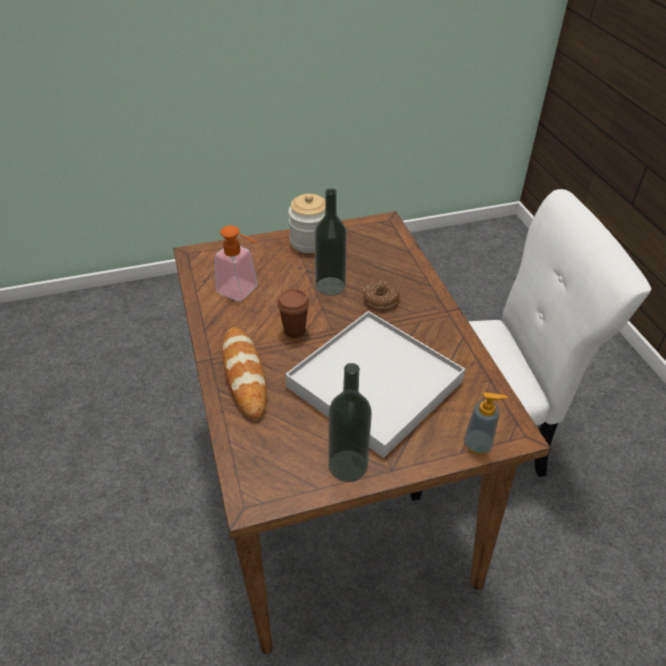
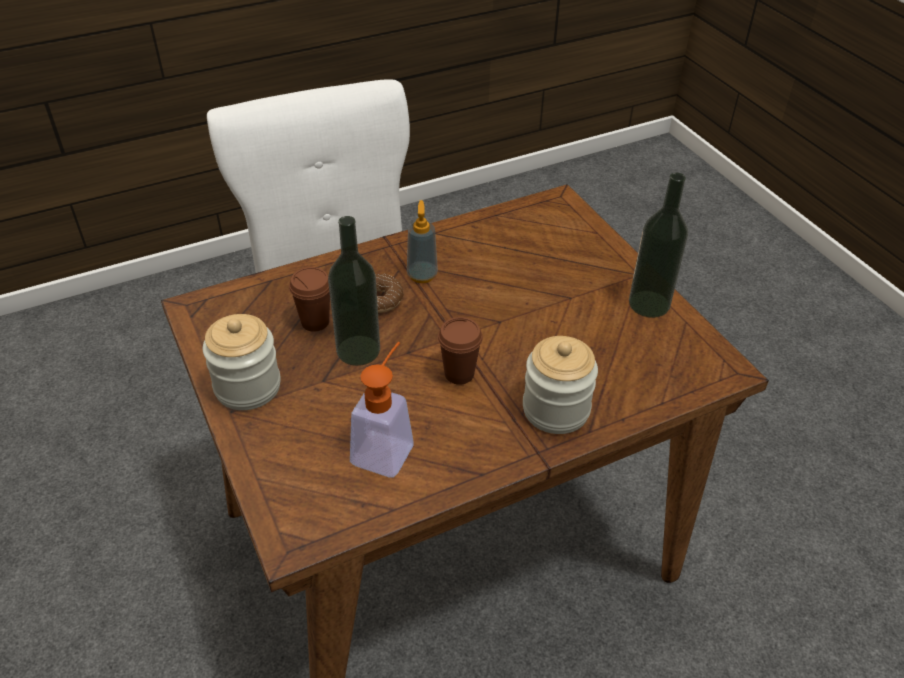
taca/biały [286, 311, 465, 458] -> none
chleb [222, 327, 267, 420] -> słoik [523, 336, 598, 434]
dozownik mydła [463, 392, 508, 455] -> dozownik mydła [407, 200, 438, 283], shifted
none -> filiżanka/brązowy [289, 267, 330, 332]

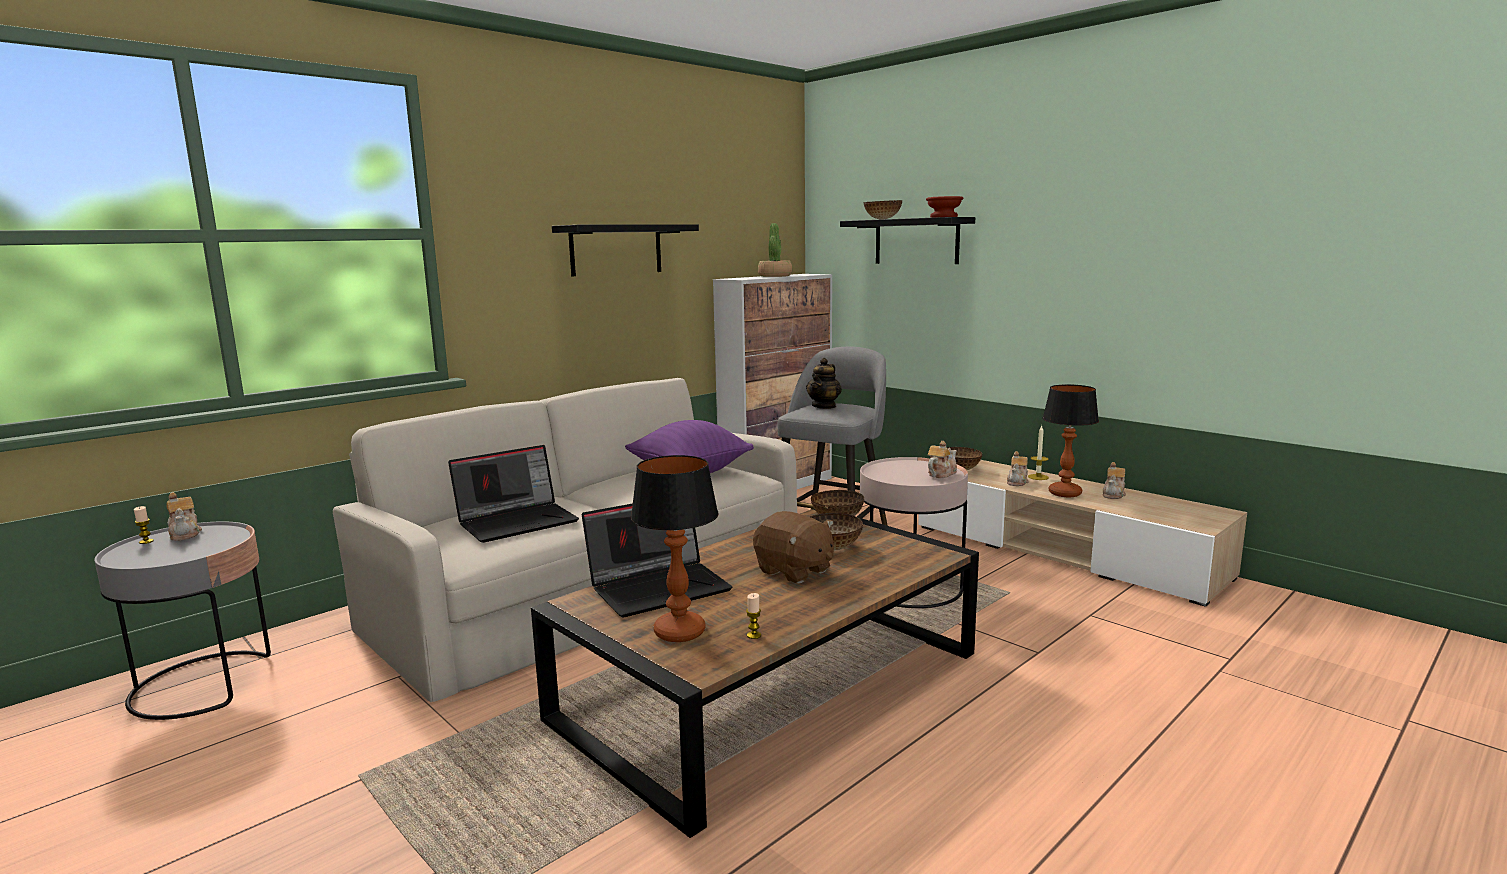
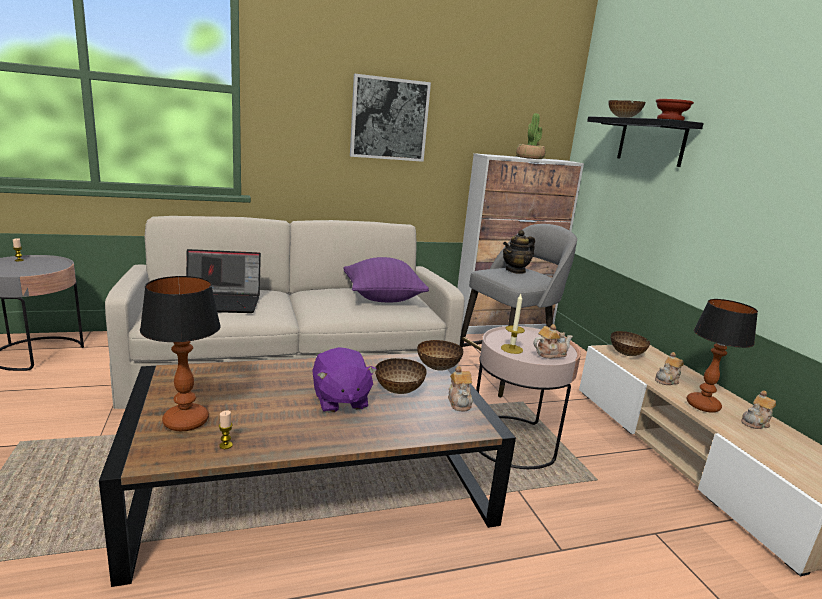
półka/czarny [552, 224, 699, 276] -> obraz [350, 74, 431, 162]
świeca [1028, 426, 1049, 480] -> świeca [501, 294, 525, 354], shifted
imbryk [166, 492, 202, 541] -> imbryk [448, 366, 473, 411], shifted
laptop [582, 504, 732, 618] -> none
pluszak/brązowy [753, 511, 834, 583] -> pluszak/fioletowy [312, 347, 377, 413]

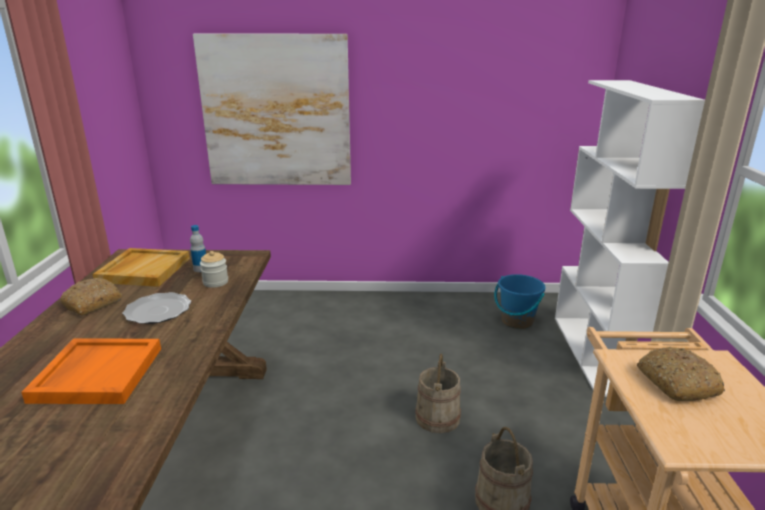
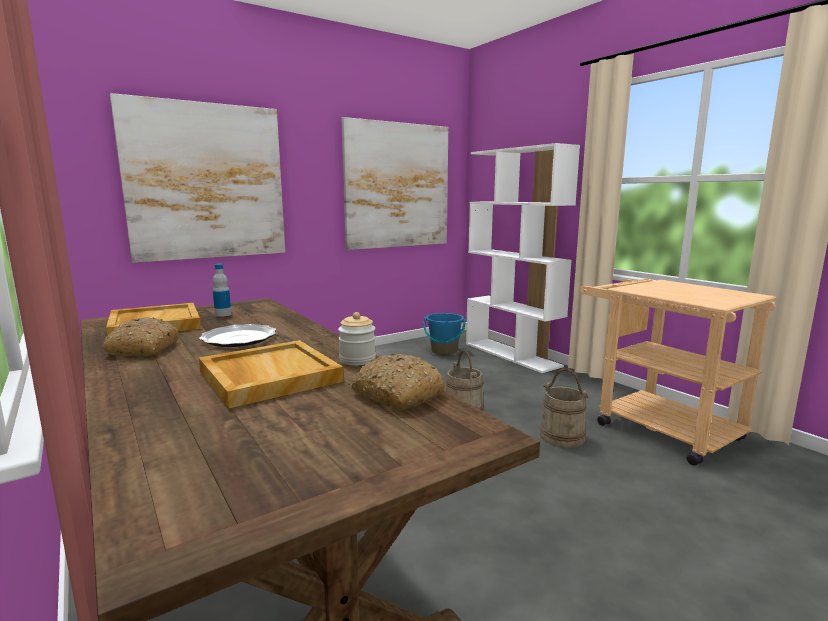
słoik [200, 251, 228, 288] -> słoik [338, 312, 376, 366], shifted
taca/pomarańczowy [21, 339, 161, 404] -> taca/beżowy [199, 340, 344, 408]
chleb [637, 347, 725, 401] -> chleb [351, 353, 446, 410], shifted
none -> obraz [341, 117, 448, 250]

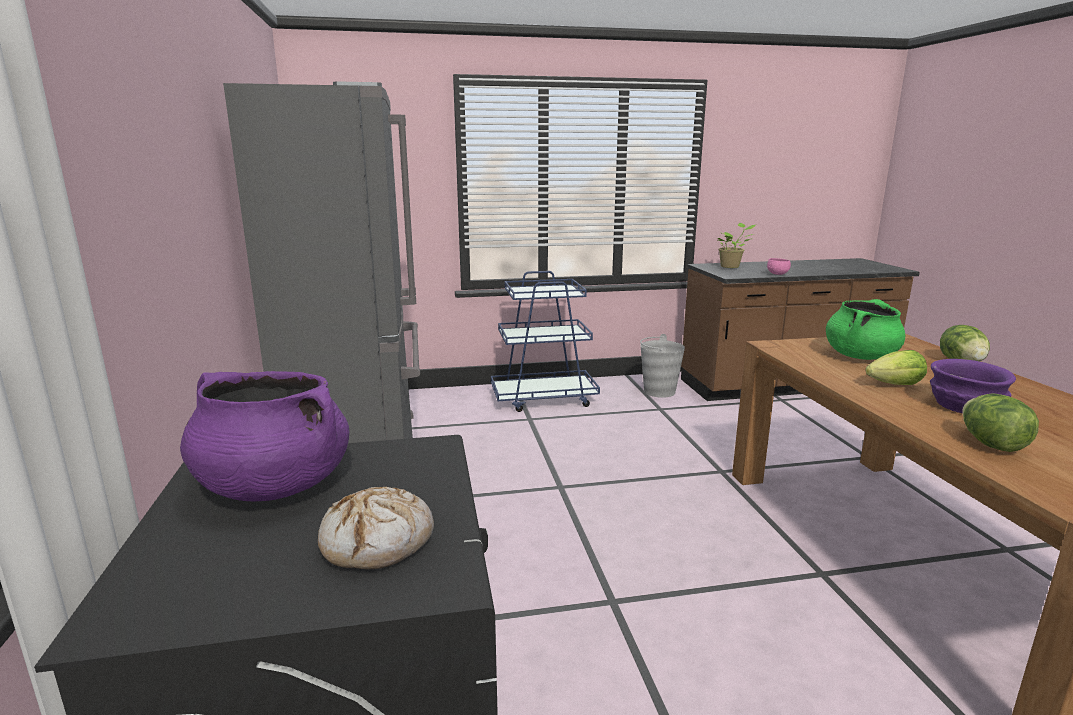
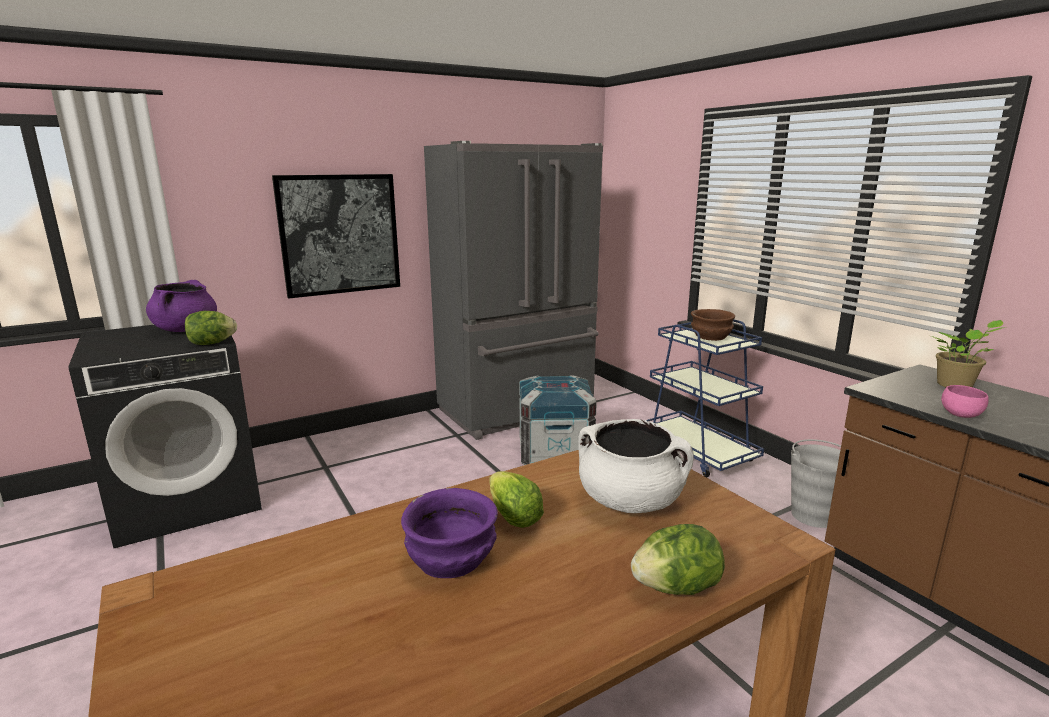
garnek/zielony [826, 299, 905, 360] -> garnek/biały [578, 419, 694, 513]
sałata [962, 393, 1039, 452] -> sałata [185, 311, 237, 345], shifted
chleb [318, 487, 434, 569] -> none
none -> obraz [272, 174, 400, 298]
none -> miska/brązowy [691, 309, 735, 341]
none -> skrzynka [519, 375, 597, 465]

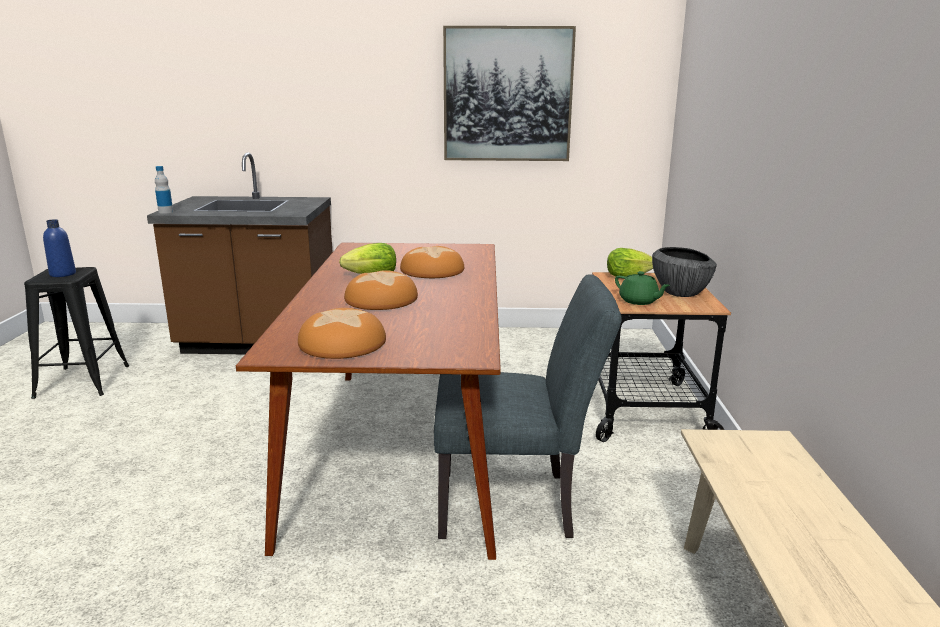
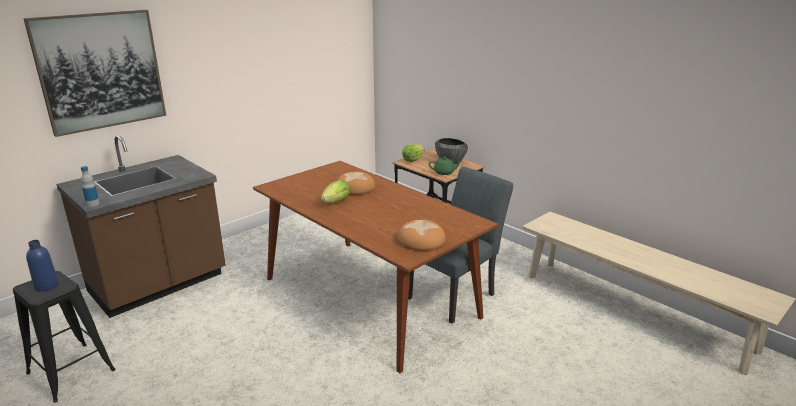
obraz [443, 26, 576, 161] -> obraz [23, 10, 166, 137], shifted
chleb [344, 270, 418, 310] -> none

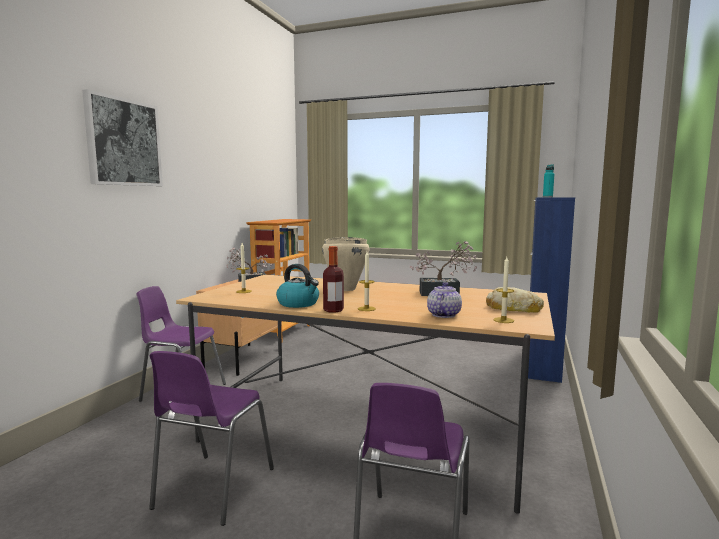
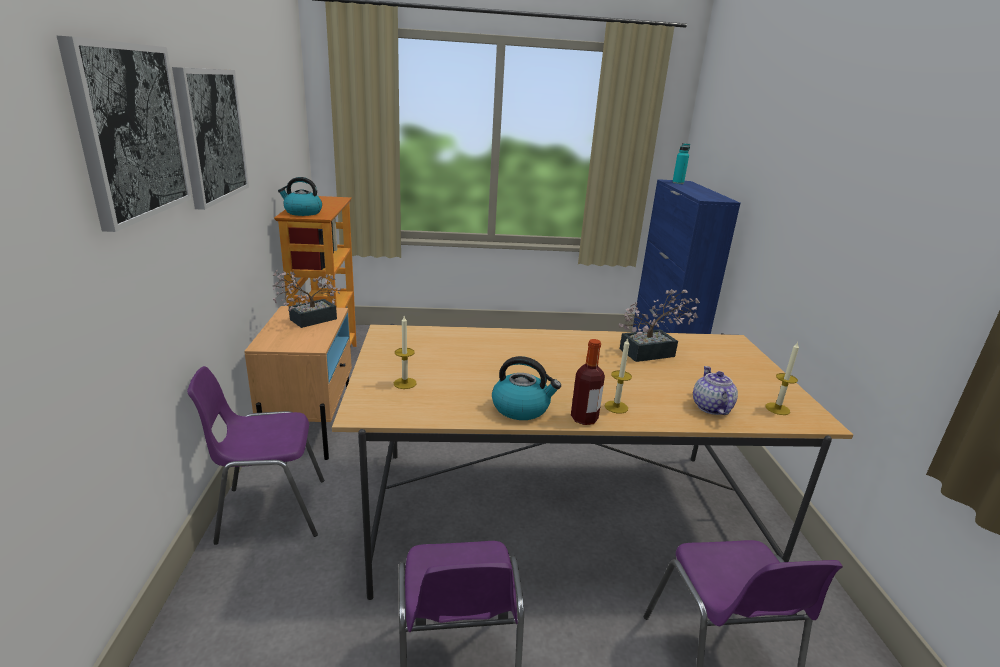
garnek/beżowy [322, 237, 369, 291] -> none
chleb [486, 287, 544, 313] -> none
none -> obraz [172, 67, 249, 210]
none -> czajnik [278, 177, 322, 216]

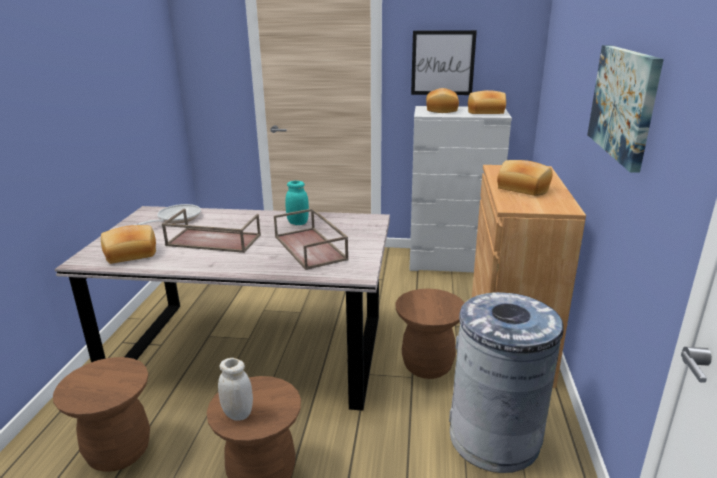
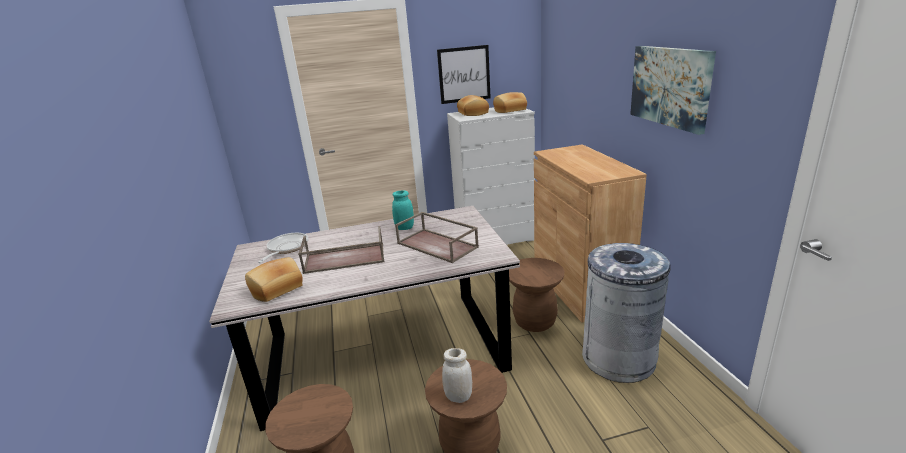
chleb [497, 160, 553, 196] -> none

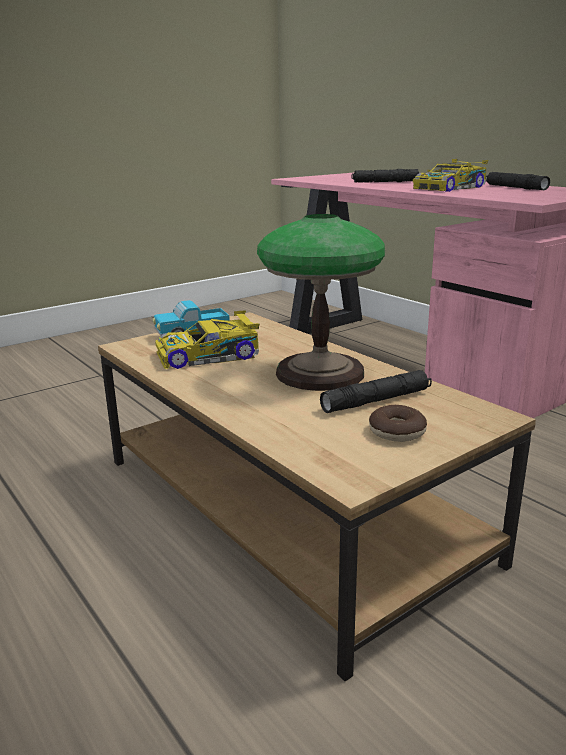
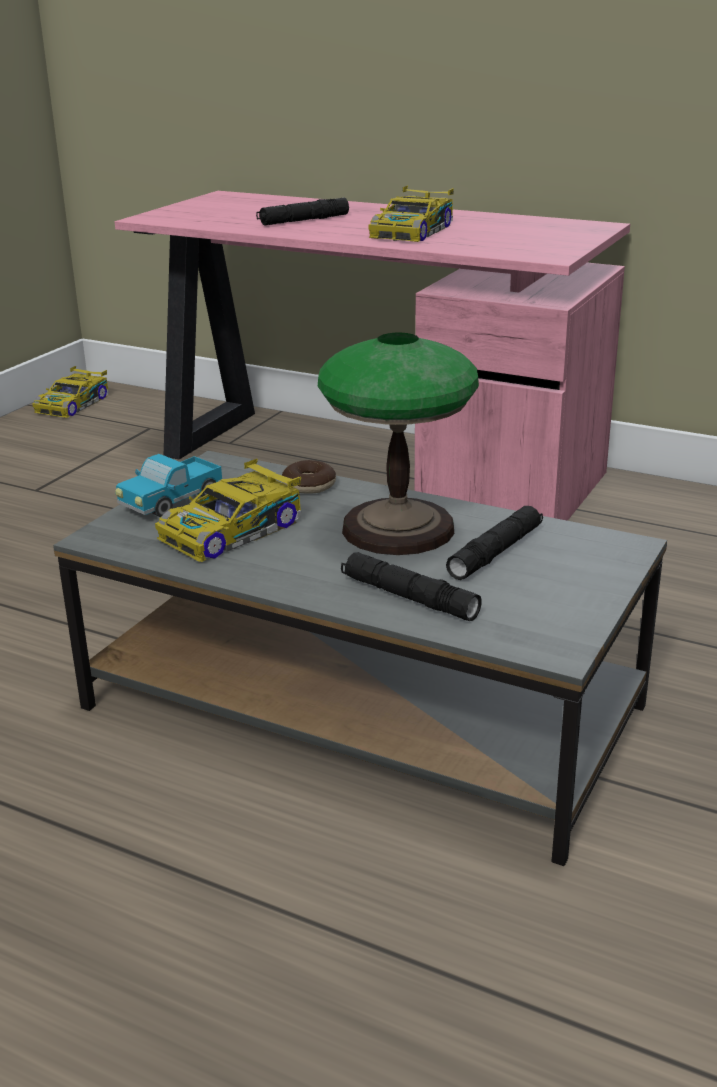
latarka/czarny [486, 172, 550, 190] -> latarka/czarny [341, 552, 482, 621], shifted
ława/brązowy [98, 312, 536, 681] -> ława/szary [53, 451, 667, 866]
donut [369, 405, 427, 442] -> donut [282, 460, 336, 494], shifted
none -> samochodzik [32, 366, 109, 418]

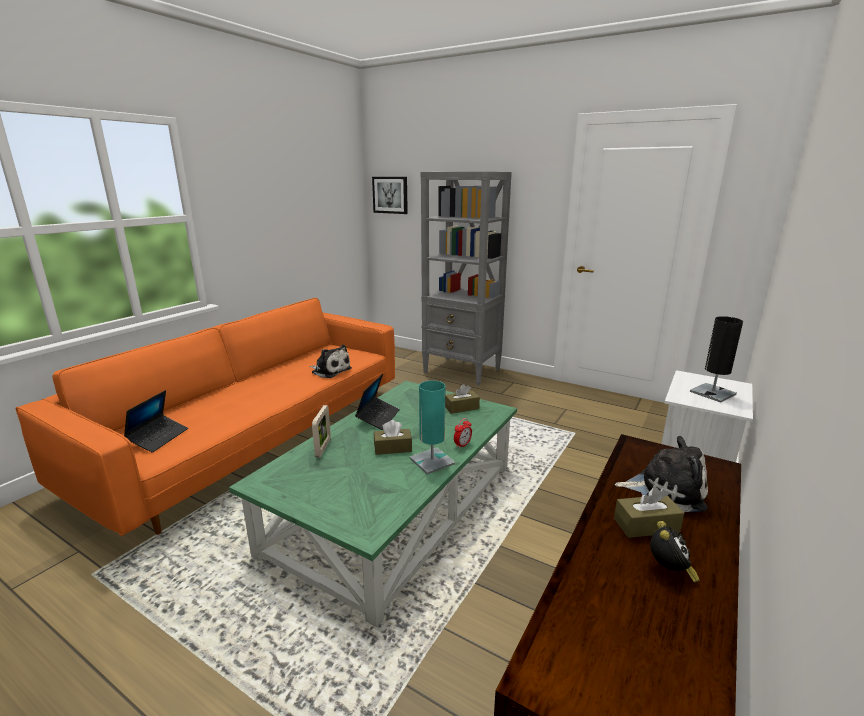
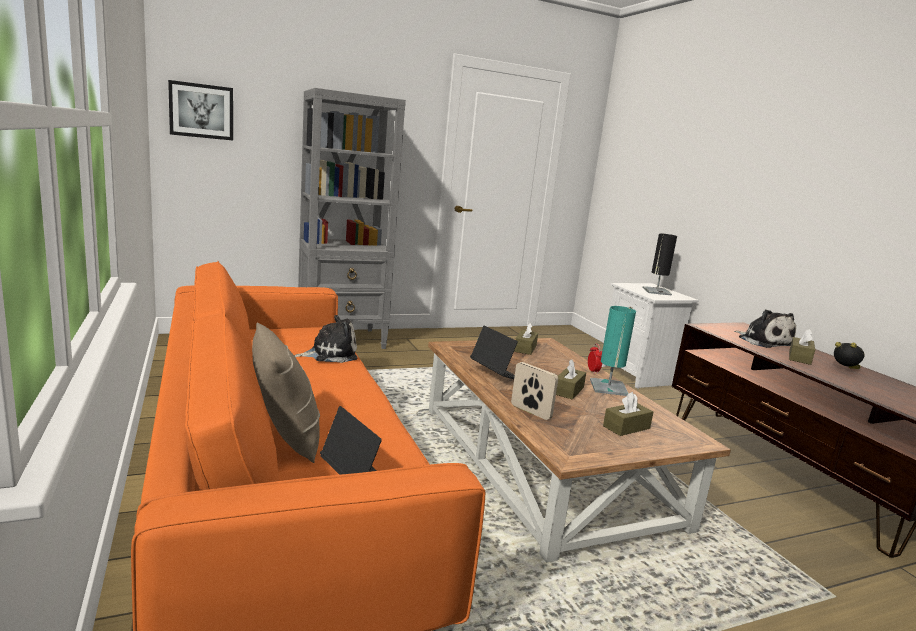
ława/zielony [229, 381, 517, 627] -> ława/brązowy [428, 338, 731, 562]
pluszak [615, 436, 708, 512] -> pluszak [734, 309, 796, 348], 105 degrees clockwise
none -> poduszka/beżowy [252, 322, 320, 463]
none -> pudełko chusteczek/brązowy [603, 392, 653, 436]

